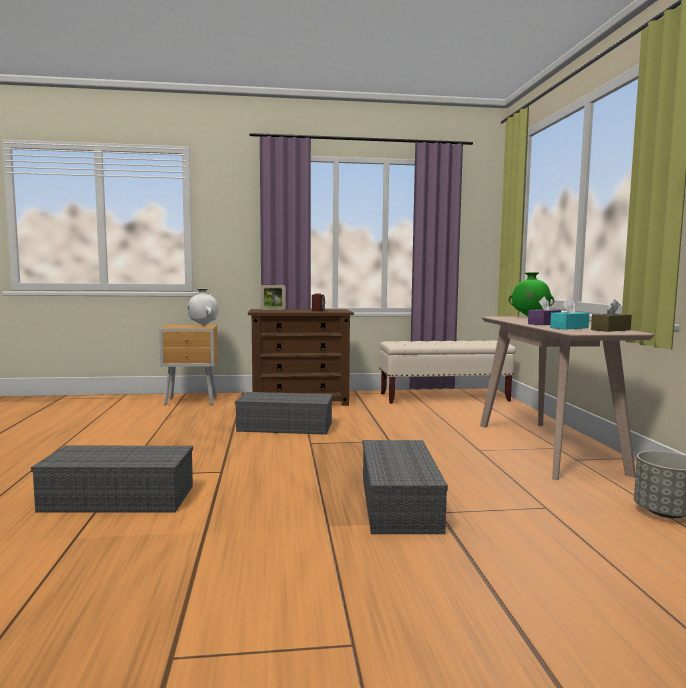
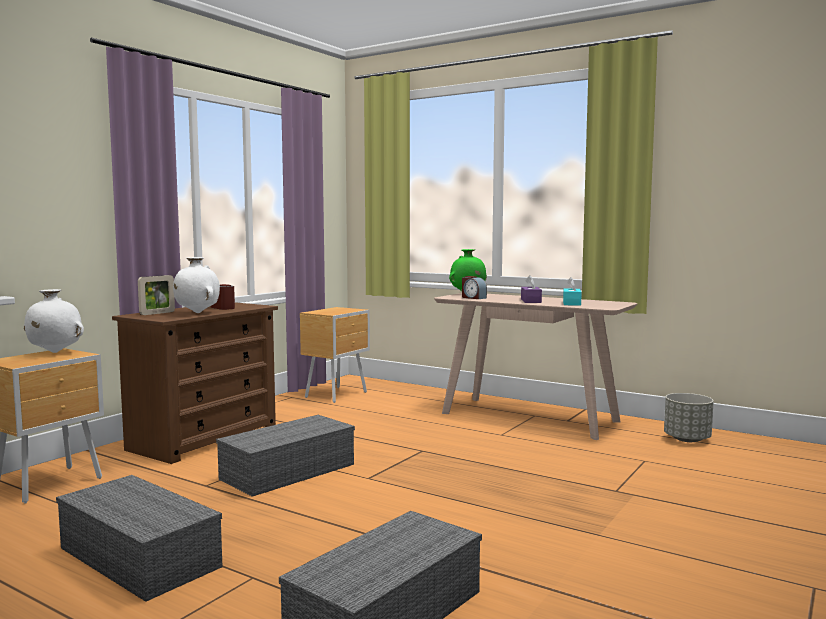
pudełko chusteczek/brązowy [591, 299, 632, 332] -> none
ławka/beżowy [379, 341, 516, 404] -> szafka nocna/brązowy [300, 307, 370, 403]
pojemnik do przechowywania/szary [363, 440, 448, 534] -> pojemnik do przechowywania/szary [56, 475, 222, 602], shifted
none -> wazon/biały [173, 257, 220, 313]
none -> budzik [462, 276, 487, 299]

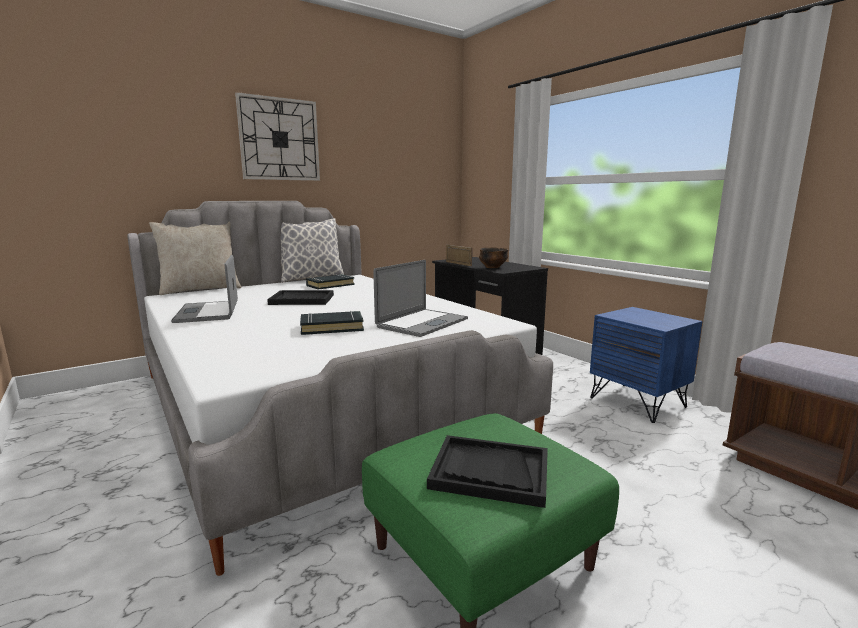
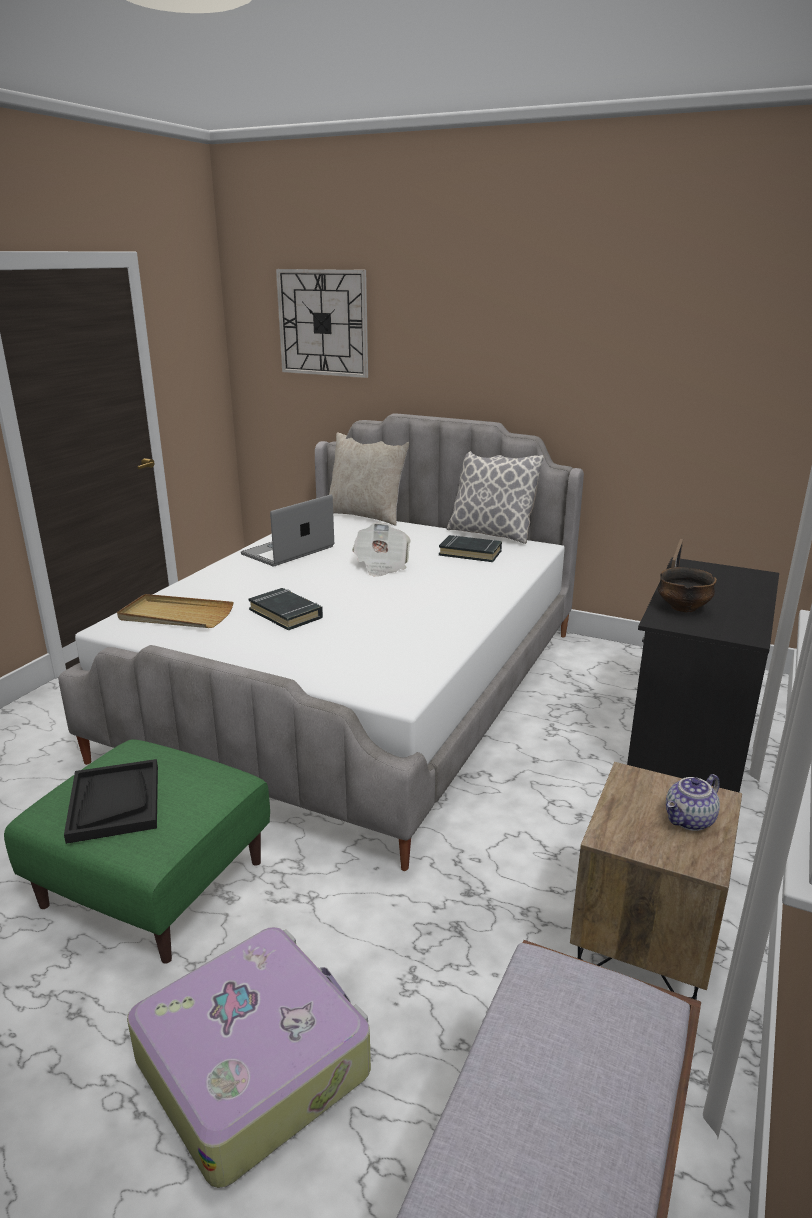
zegar ścienny [235, 92, 320, 181] -> zegar ścienny [276, 269, 368, 378], shifted
laptop [373, 260, 468, 337] -> none
taca/czarny [267, 290, 334, 305] -> gazeta [352, 523, 411, 577]
szafka nocna/niebieski [590, 307, 703, 423] -> szafka nocna/brązowy [570, 762, 742, 1000]
none -> taca/beżowy [117, 594, 233, 628]
none -> imbryk [666, 774, 720, 831]
none -> walizka [127, 927, 371, 1188]

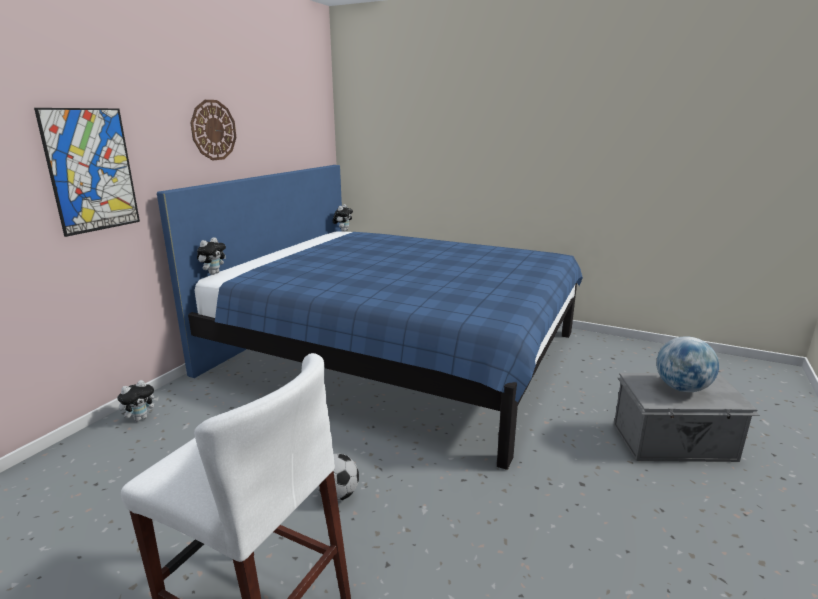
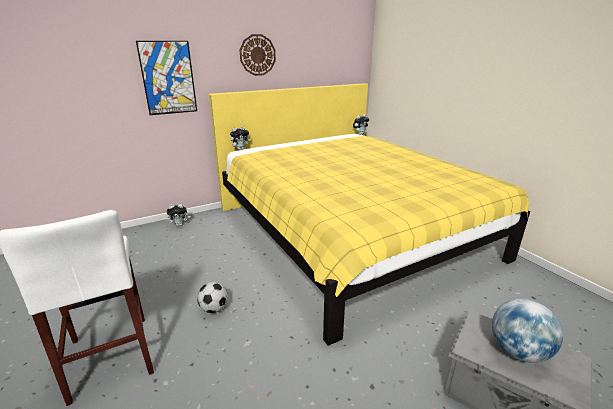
łóżko/niebieski [157, 165, 583, 470] -> łóżko/żółty [209, 83, 530, 346]

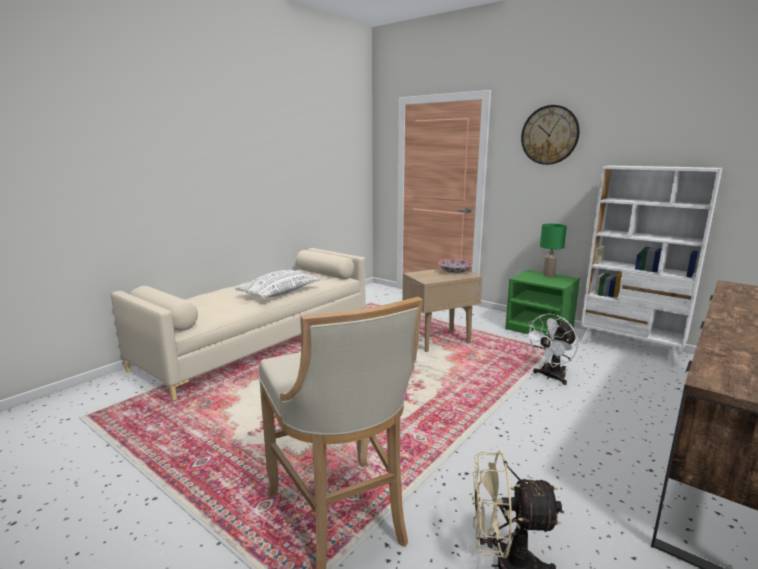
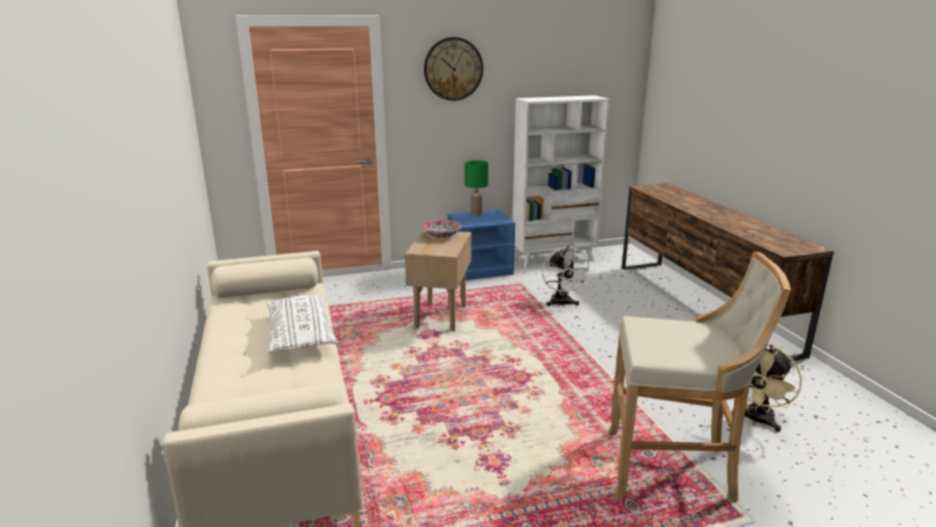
szafka nocna/zielony [505, 270, 580, 337] -> szafka nocna/niebieski [447, 209, 515, 280]

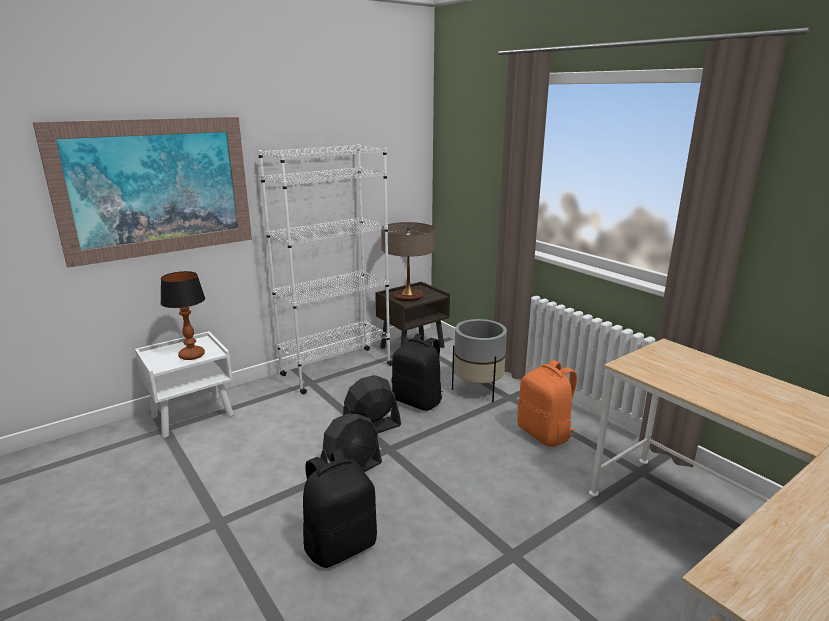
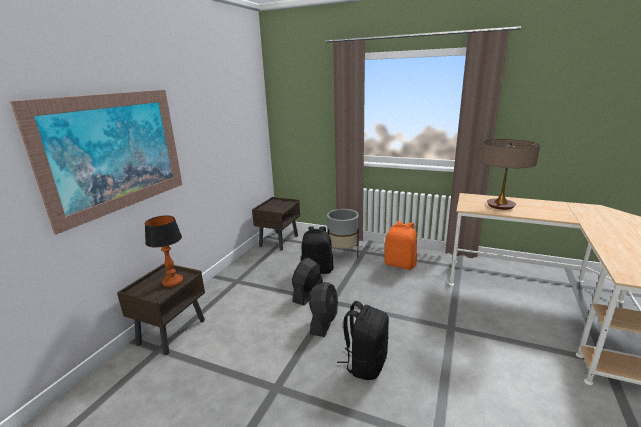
regał/biały [258, 144, 392, 394] -> none
lampa stołowa [381, 222, 435, 302] -> lampa stołowa [480, 139, 540, 210], shifted
szafka nocna/biały [135, 331, 233, 438] -> szafka nocna/brązowy [117, 264, 205, 355]

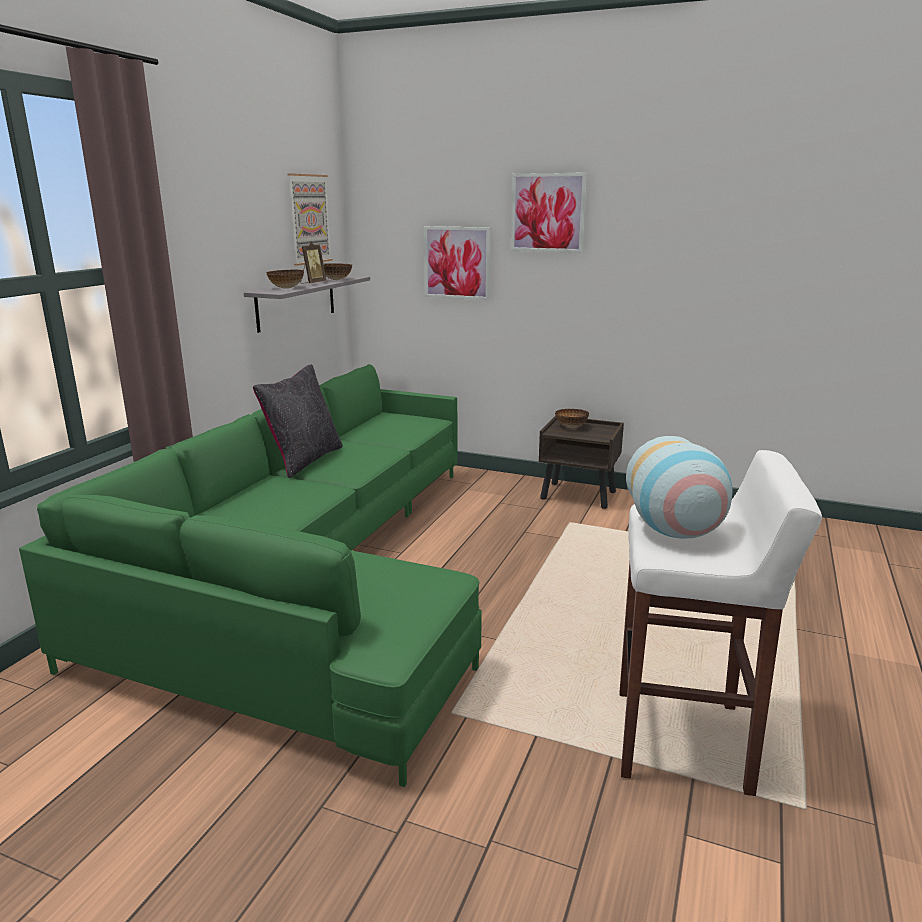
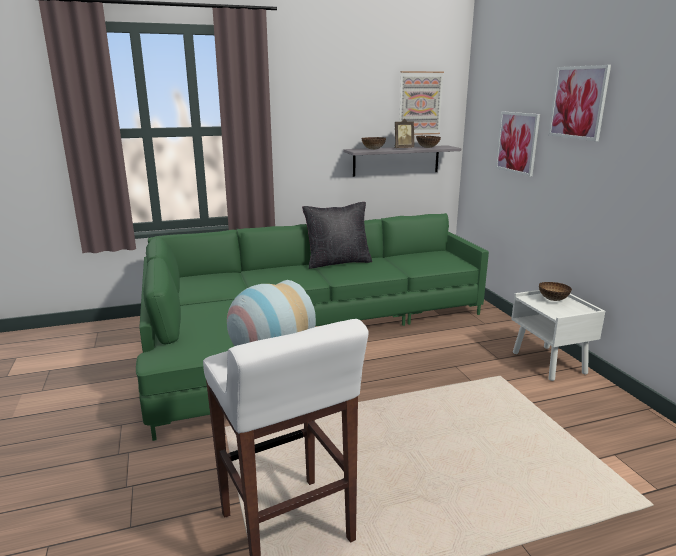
szafka nocna/brązowy [539, 415, 624, 509] -> szafka nocna/biały [511, 290, 605, 381]

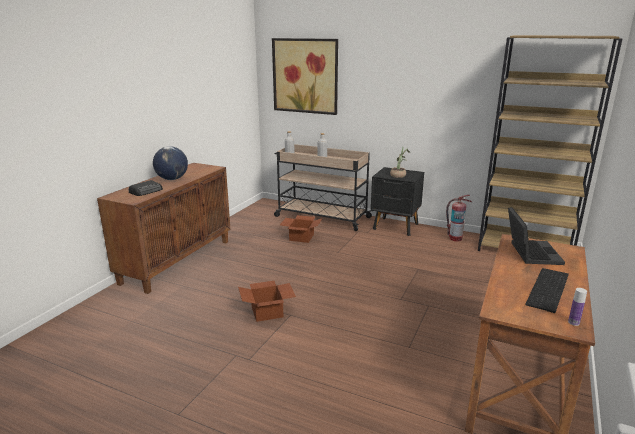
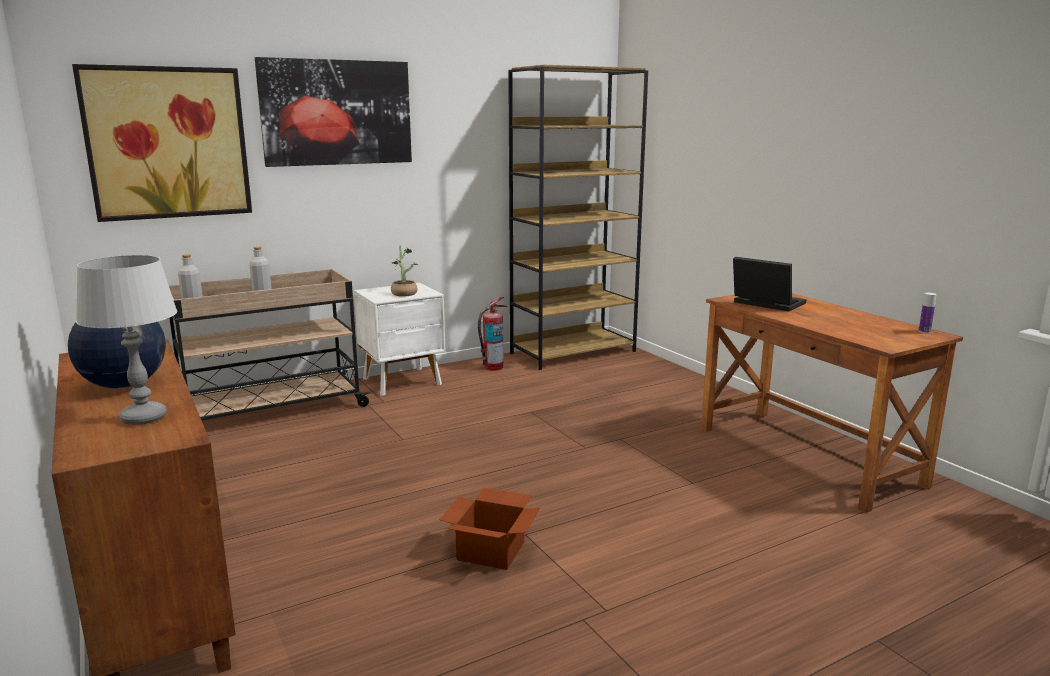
szafka nocna/czarny [371, 167, 424, 236] -> szafka nocna/biały [354, 283, 446, 396]
radio [129, 180, 163, 196] -> lampa stołowa/szary [76, 255, 177, 425]
karton [280, 215, 323, 243] -> none
klawiatura [525, 268, 569, 313] -> none
none -> obraz [255, 57, 412, 167]

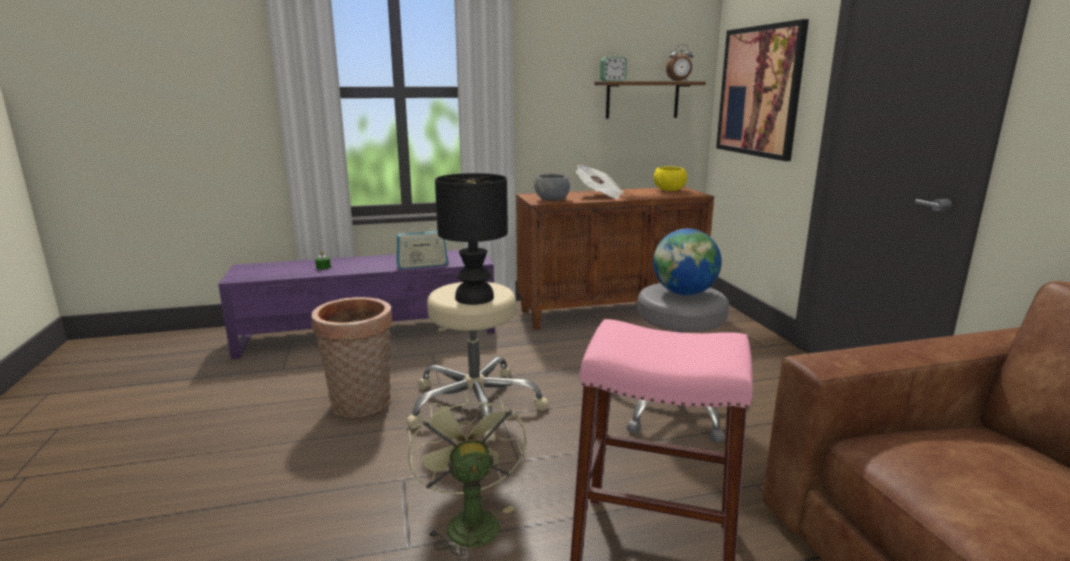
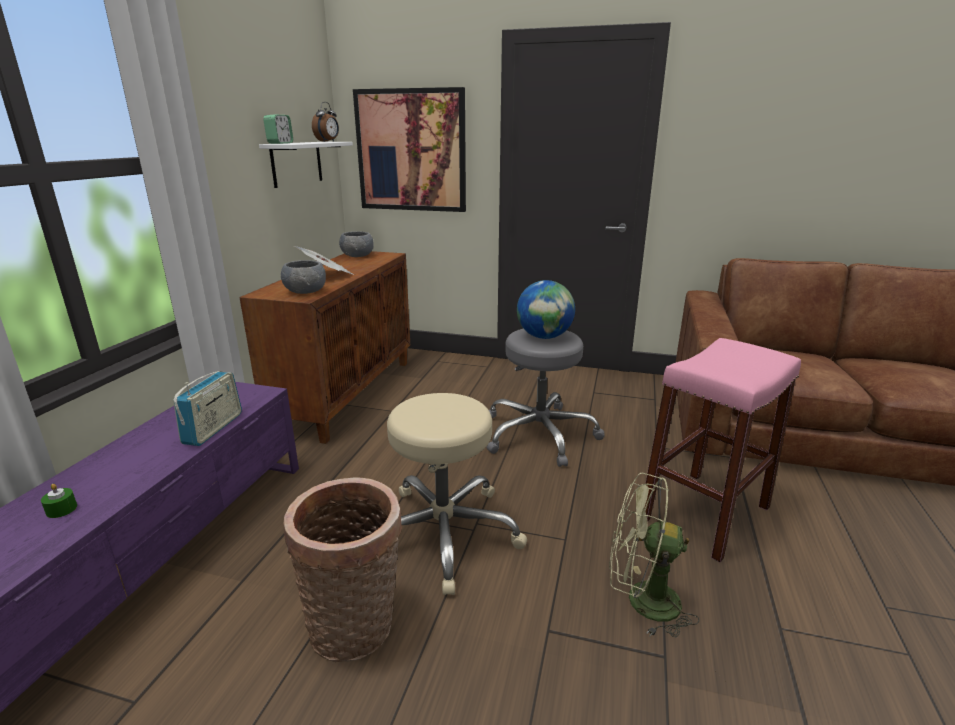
półka/brązowy [594, 81, 706, 119] -> półka/biały [259, 142, 353, 188]
miska/żółty [654, 166, 687, 191] -> miska/szary [339, 231, 374, 257]
lampa stołowa/czarny [435, 173, 508, 305] -> none

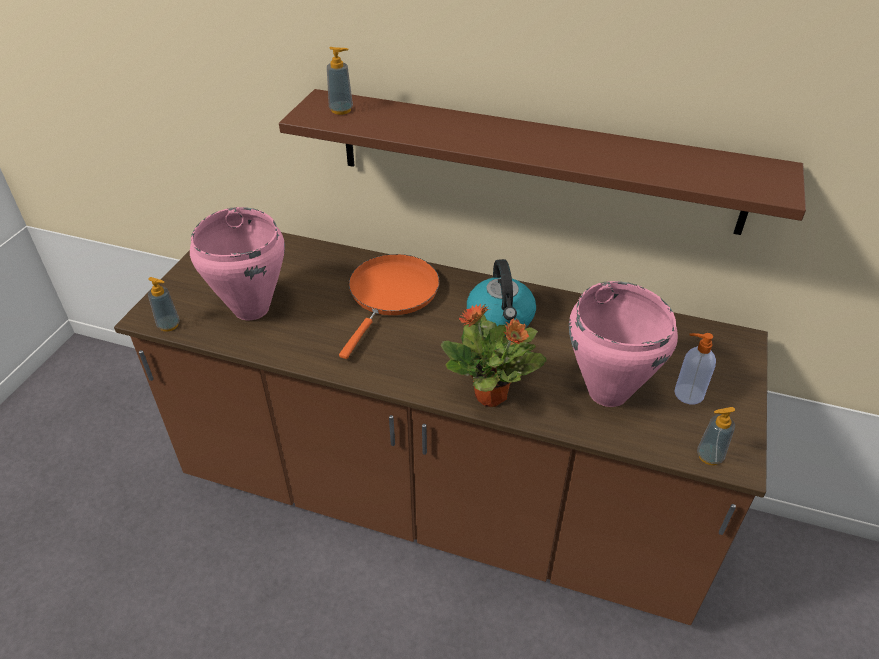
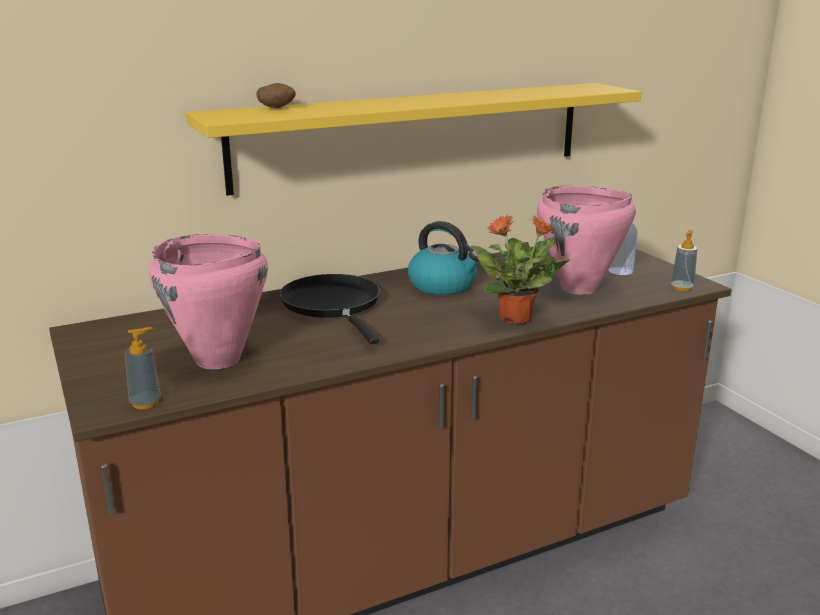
dozownik mydła [327, 47, 353, 115] -> none
półka/brązowy [279, 89, 806, 235] -> półka/żółty [186, 83, 641, 196]
patelnia/pomarańczowy [339, 254, 440, 359] -> patelnia/czarny [280, 274, 380, 344]
none -> ziemniak [256, 83, 296, 108]

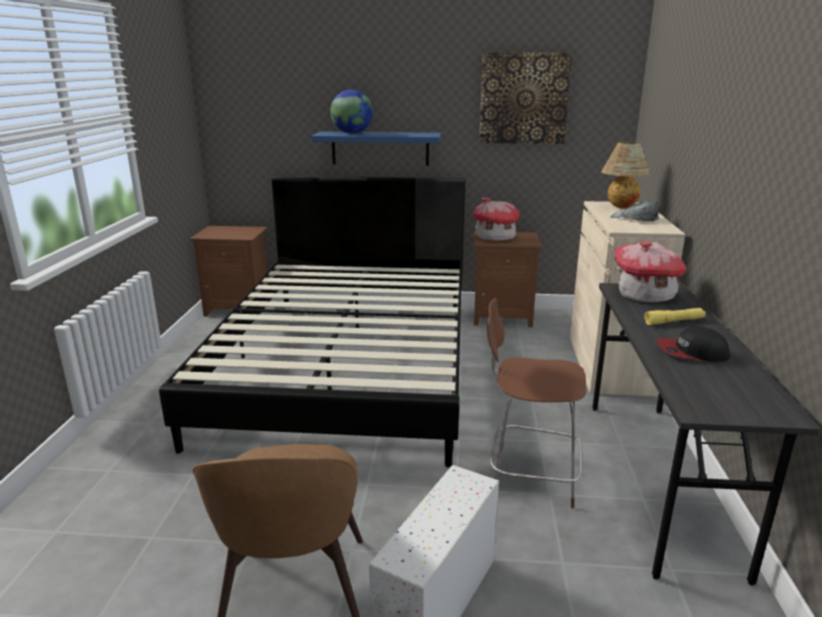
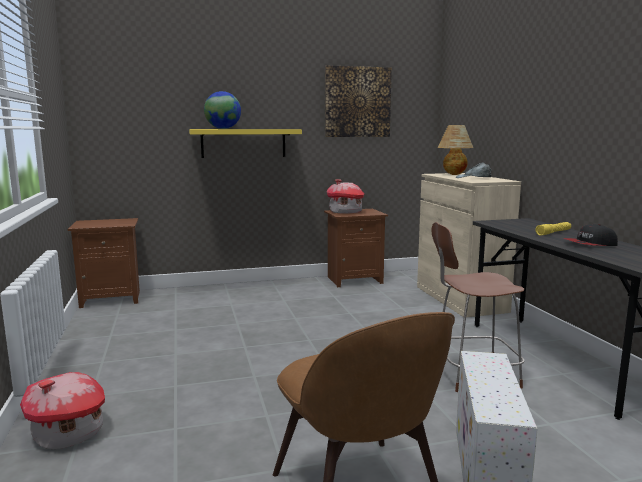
półka/niebieski [311, 132, 441, 166] -> półka/żółty [189, 129, 302, 158]
łóżko/czarny [159, 176, 465, 467] -> none
domek [614, 241, 686, 302] -> domek [20, 372, 105, 449], shifted

